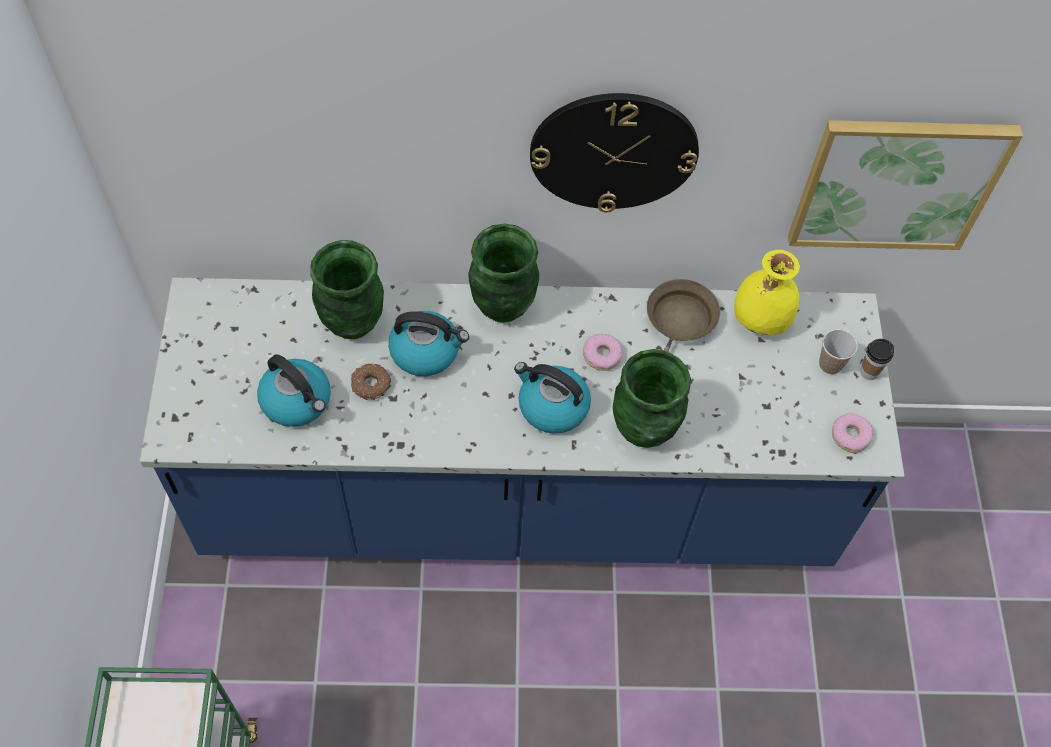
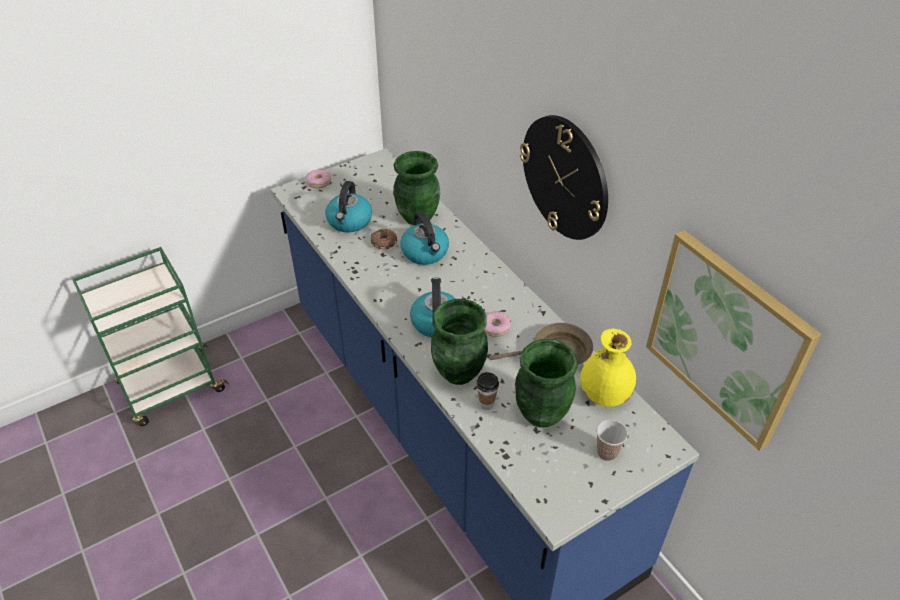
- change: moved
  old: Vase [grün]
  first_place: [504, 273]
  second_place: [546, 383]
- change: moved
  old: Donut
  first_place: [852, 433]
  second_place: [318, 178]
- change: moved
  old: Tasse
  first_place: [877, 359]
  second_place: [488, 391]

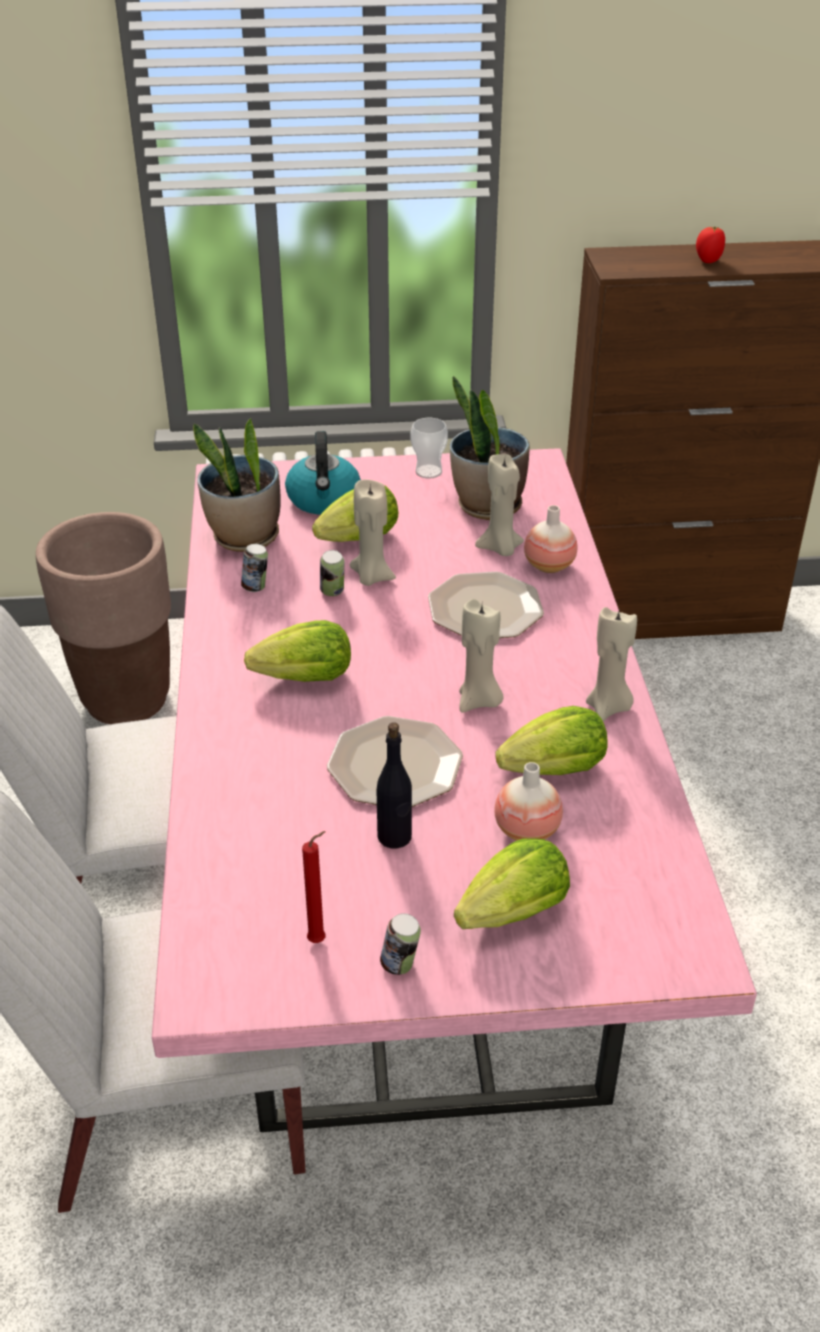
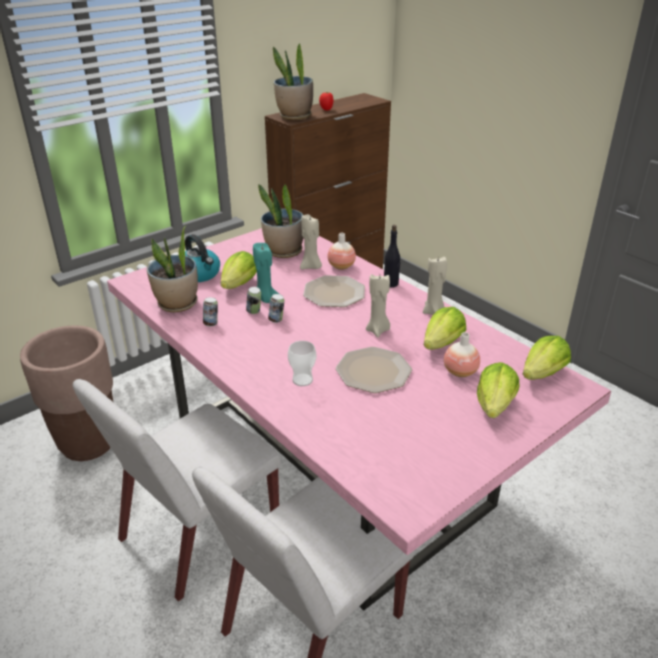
- change: moved
  old: Salatkopf
  first_place: [297, 651]
  second_place: [547, 358]
- change: removed
  old: Kerze [rot]
  first_place: [314, 887]
- change: recoloured
  old: Kerze [beige]
  new: Kerze [türkis]
  first_place: [373, 532]
  second_place: [266, 273]
- change: moved
  old: Flasche [schwarz]
  first_place: [394, 785]
  second_place: [392, 256]
- change: moved
  old: Dose
  first_place: [400, 944]
  second_place: [276, 308]
- change: moved
  old: Tasse
  first_place: [429, 448]
  second_place: [302, 363]
- change: added
  new: Topfpflanze
  second_place: [293, 81]

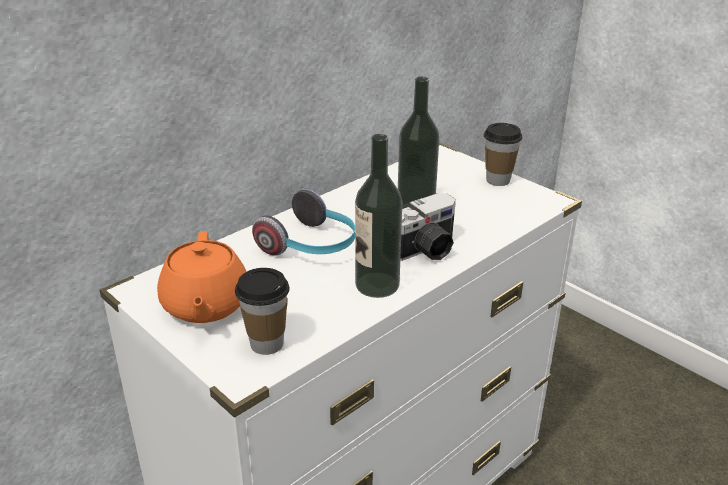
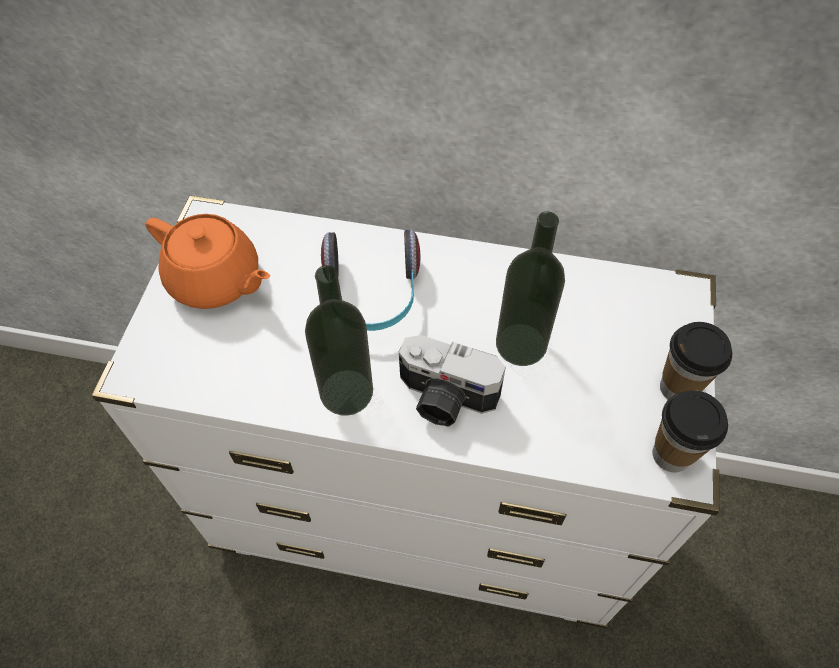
- change: turned
  old: Teekanne [orange]
  first_place: [202, 277]
  second_place: [208, 261]
  degrees: -105
- change: moved
  old: Tasse
  first_place: [262, 311]
  second_place: [690, 431]

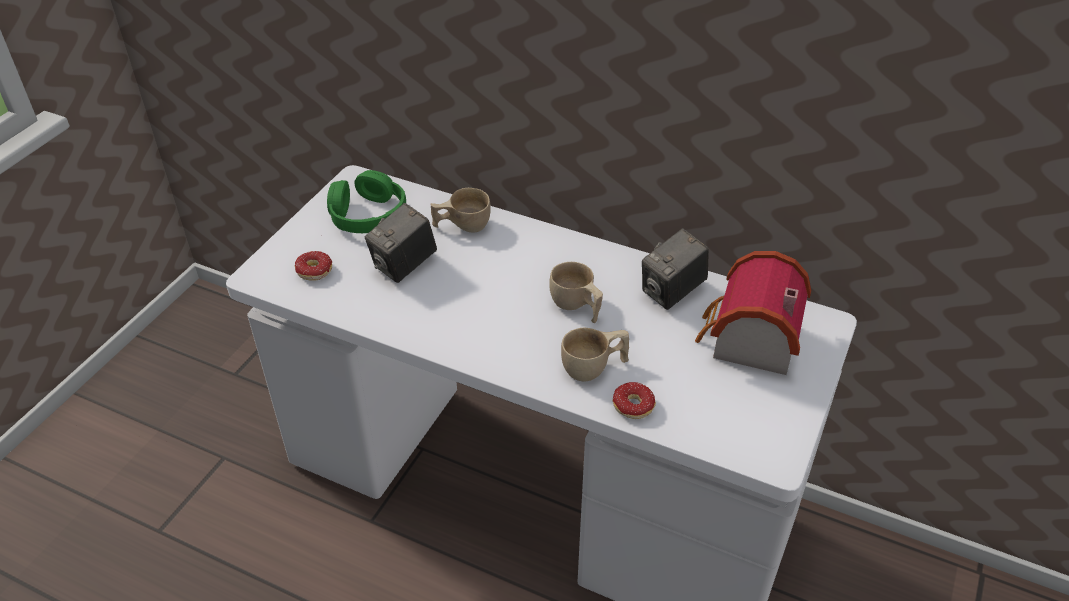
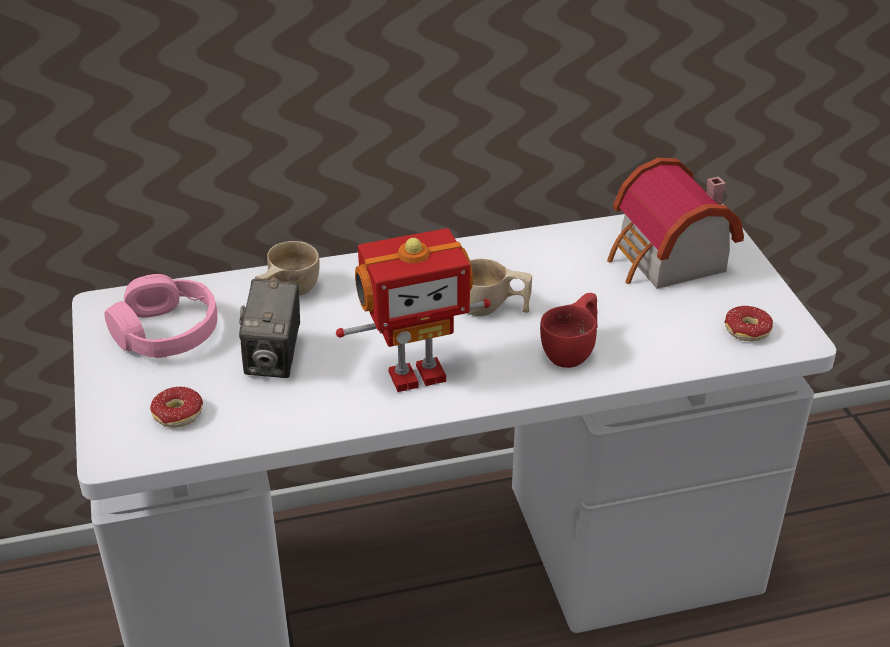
- change: recoloured
  old: Kopfhörer [grün]
  new: Kopfhörer [rosa]
  first_place: [366, 201]
  second_place: [160, 316]
- change: recoloured
  old: Tasse [beige]
  new: Tasse [rot]
  first_place: [595, 354]
  second_place: [569, 330]
- change: moved
  old: Donut
  first_place: [634, 400]
  second_place: [748, 323]
- change: removed
  old: Kamera
  first_place: [675, 269]
- change: added
  new: Spielzeugroboter
  second_place: [413, 310]

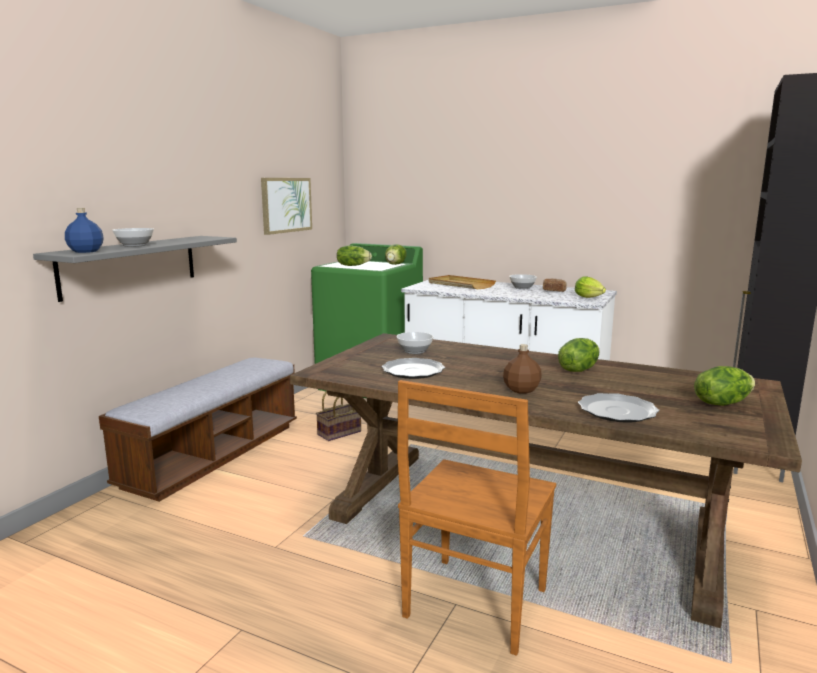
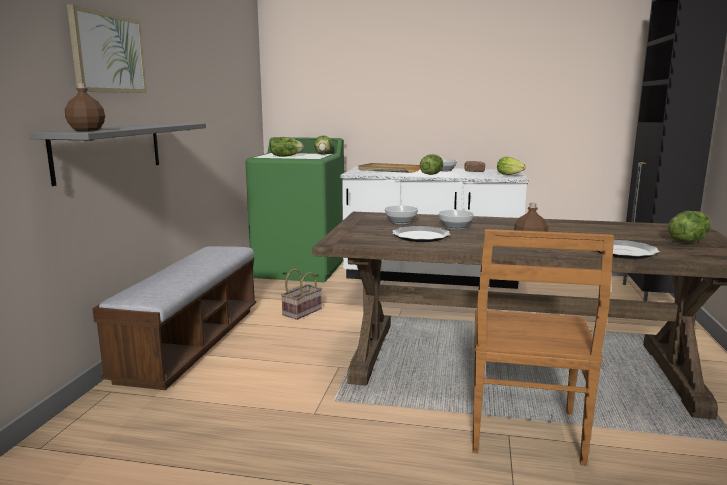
- change: recoloured
  old: Flasche [blau]
  new: Flasche [braun]
  first_place: [84, 230]
  second_place: [85, 107]
- change: moved
  old: Schüssel
  first_place: [133, 237]
  second_place: [456, 220]
- change: moved
  old: Bild
  first_place: [286, 206]
  second_place: [107, 48]
- change: moved
  old: Salatkopf
  first_place: [578, 355]
  second_place: [431, 164]

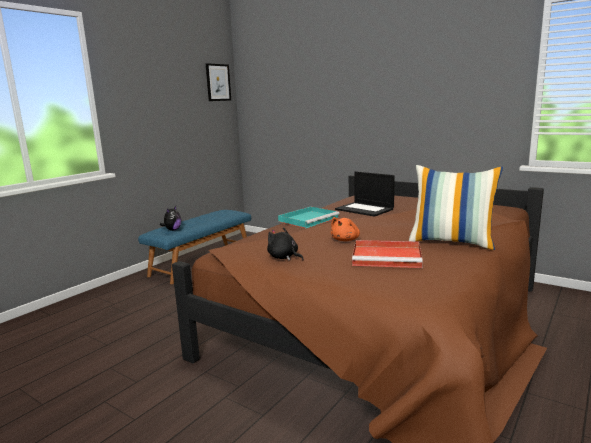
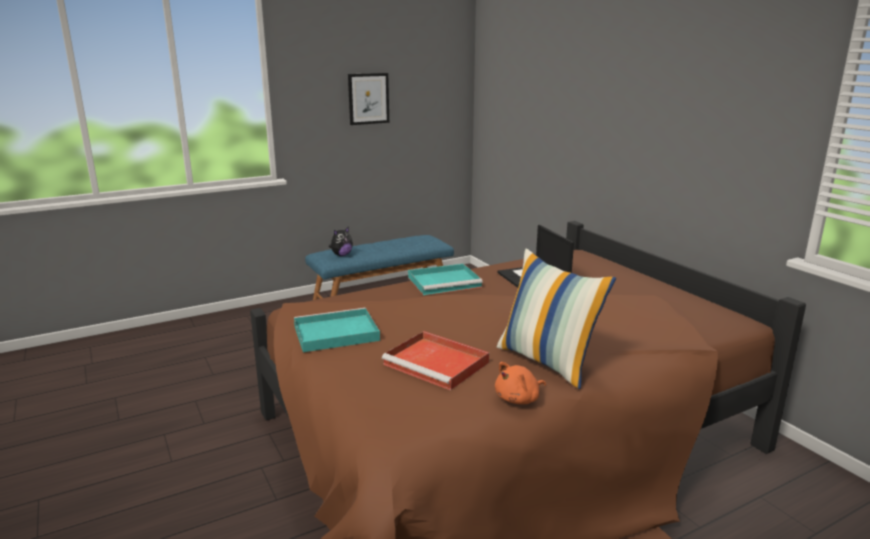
- change: moved
  old: Bild
  first_place: [218, 82]
  second_place: [368, 99]
- change: replaced
  old: Plüschtier [schwarz]
  new: Tablett [türkis]
  first_place: [285, 243]
  second_place: [337, 330]
- change: moved
  old: Plüschtier [orange]
  first_place: [345, 229]
  second_place: [520, 383]

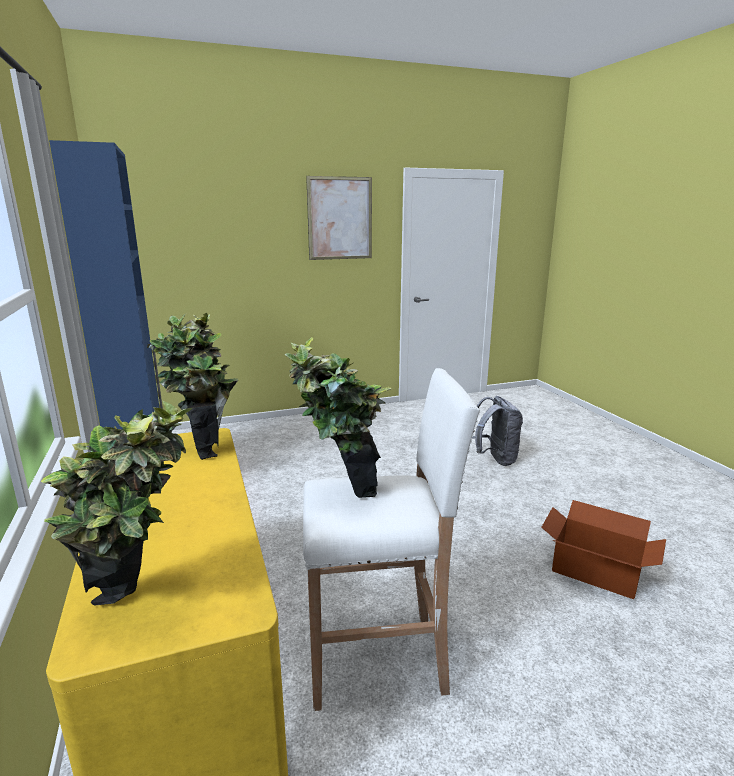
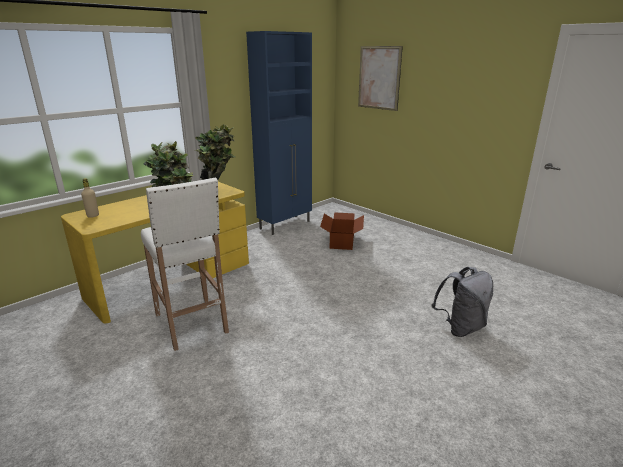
- change: replaced
  old: Topfpflanze
  new: Flasche [beige]
  first_place: [117, 503]
  second_place: [90, 198]
- change: moved
  old: Bild
  first_place: [339, 218]
  second_place: [380, 78]
- change: moved
  old: Karton
  first_place: [603, 549]
  second_place: [342, 231]

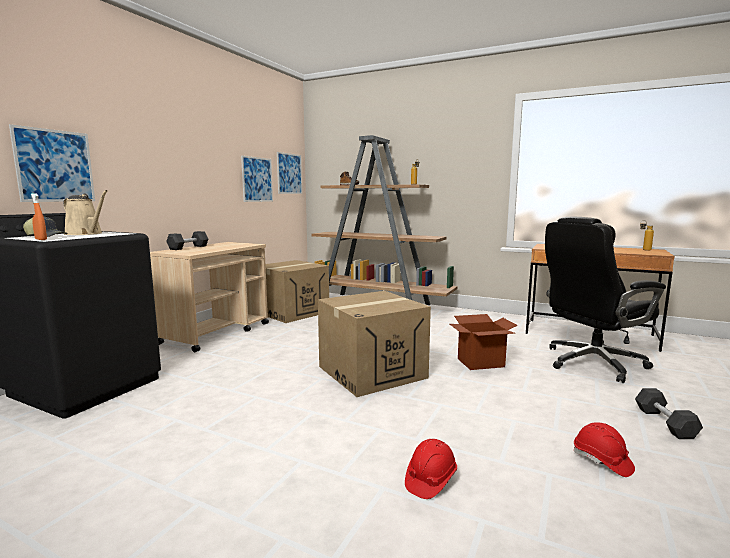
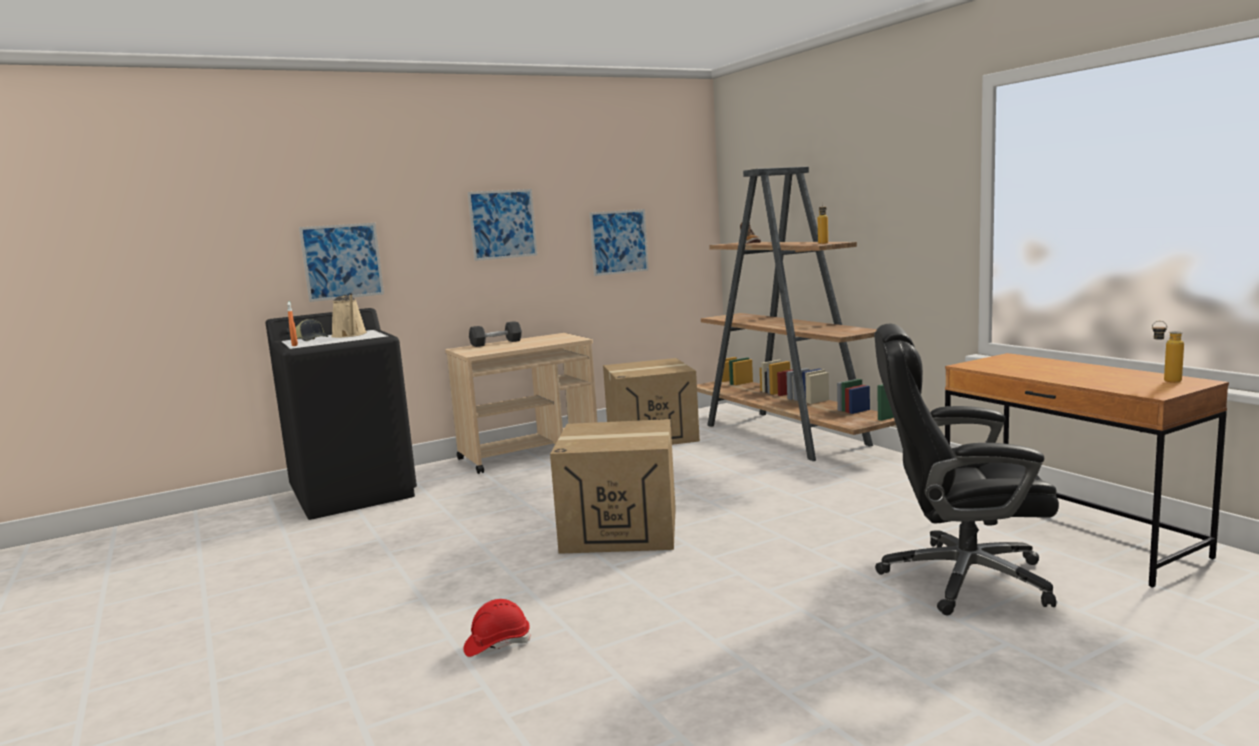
- change: moved
  old: Bild
  first_place: [289, 173]
  second_place: [502, 225]
- change: removed
  old: Karton
  first_place: [484, 342]
- change: removed
  old: Schutzhelm [rot]
  first_place: [604, 449]
- change: removed
  old: Hantel [grau]
  first_place: [669, 413]

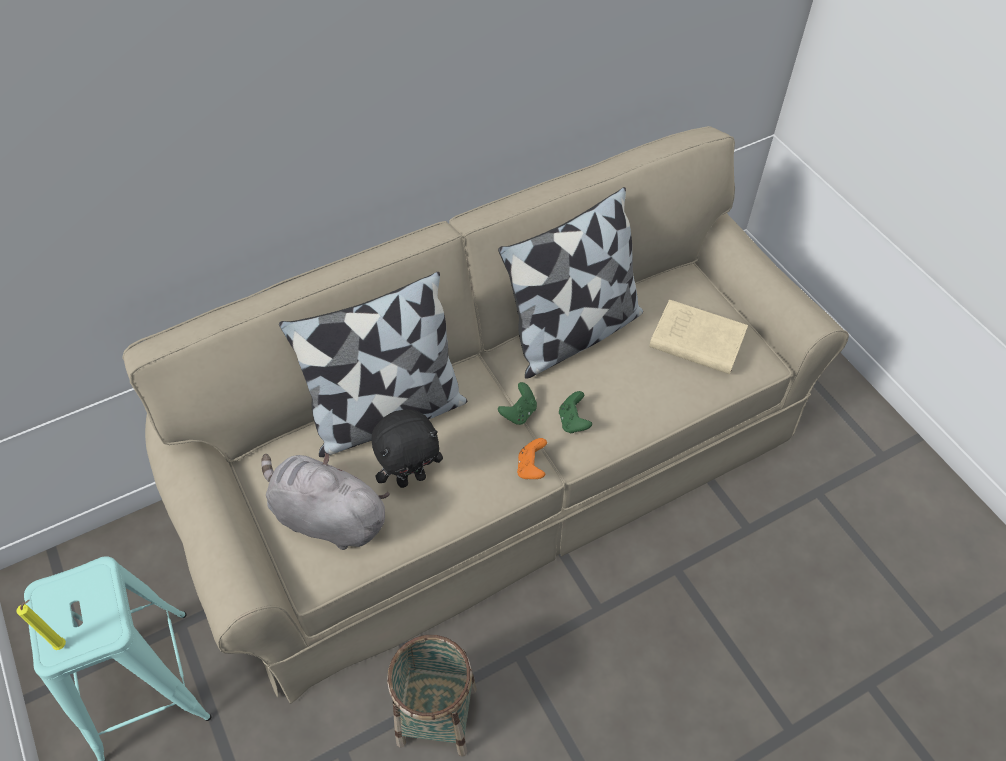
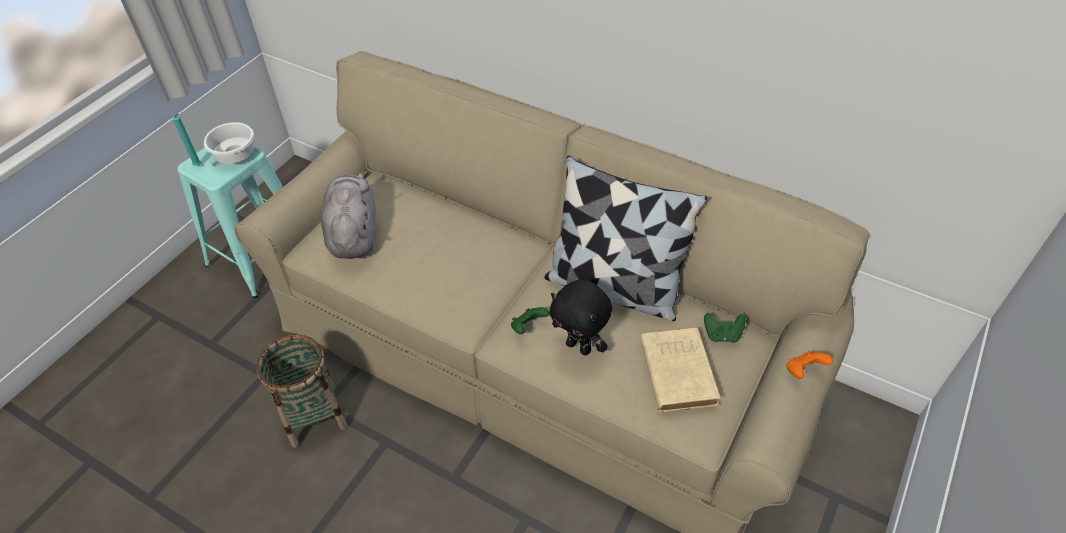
- change: recoloured
  old: Kerze [gelb]
  new: Kerze [türkis]
  first_place: [41, 625]
  second_place: [186, 140]
- change: removed
  old: Kissen
  first_place: [373, 364]
- change: moved
  old: Plüschtier [schwarz]
  first_place: [407, 448]
  second_place: [581, 317]
- change: moved
  old: Gamepad [grün]
  first_place: [517, 403]
  second_place: [725, 328]
- change: moved
  old: Gamepad [orange]
  first_place: [532, 458]
  second_place: [809, 365]
- change: added
  new: Schüssel [weiß]
  second_place: [229, 143]

